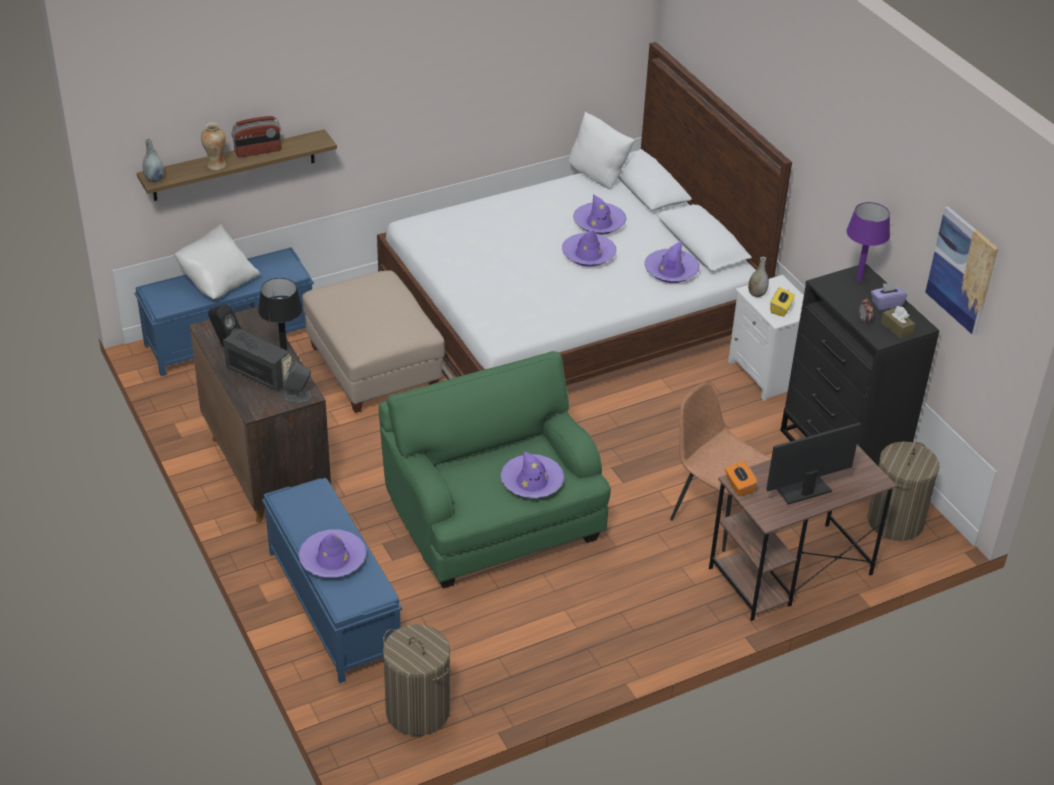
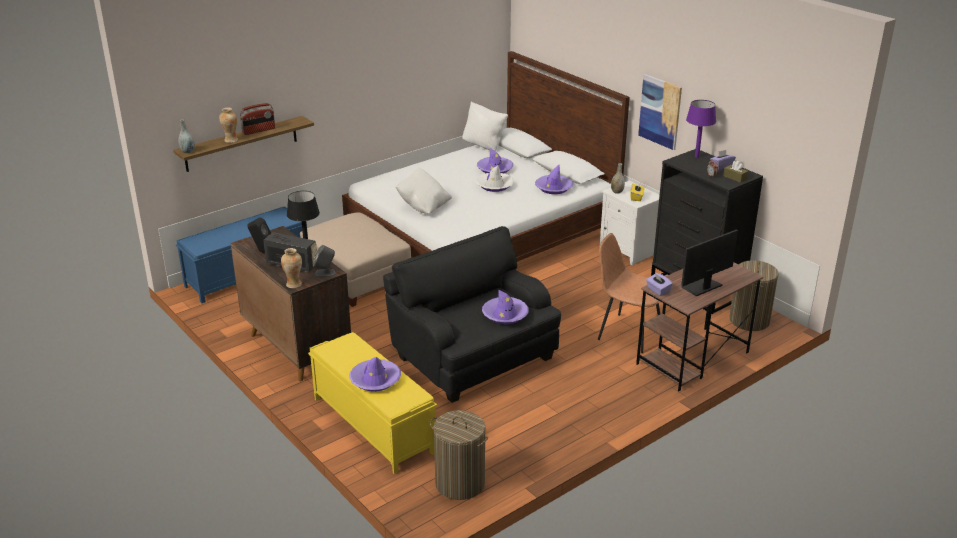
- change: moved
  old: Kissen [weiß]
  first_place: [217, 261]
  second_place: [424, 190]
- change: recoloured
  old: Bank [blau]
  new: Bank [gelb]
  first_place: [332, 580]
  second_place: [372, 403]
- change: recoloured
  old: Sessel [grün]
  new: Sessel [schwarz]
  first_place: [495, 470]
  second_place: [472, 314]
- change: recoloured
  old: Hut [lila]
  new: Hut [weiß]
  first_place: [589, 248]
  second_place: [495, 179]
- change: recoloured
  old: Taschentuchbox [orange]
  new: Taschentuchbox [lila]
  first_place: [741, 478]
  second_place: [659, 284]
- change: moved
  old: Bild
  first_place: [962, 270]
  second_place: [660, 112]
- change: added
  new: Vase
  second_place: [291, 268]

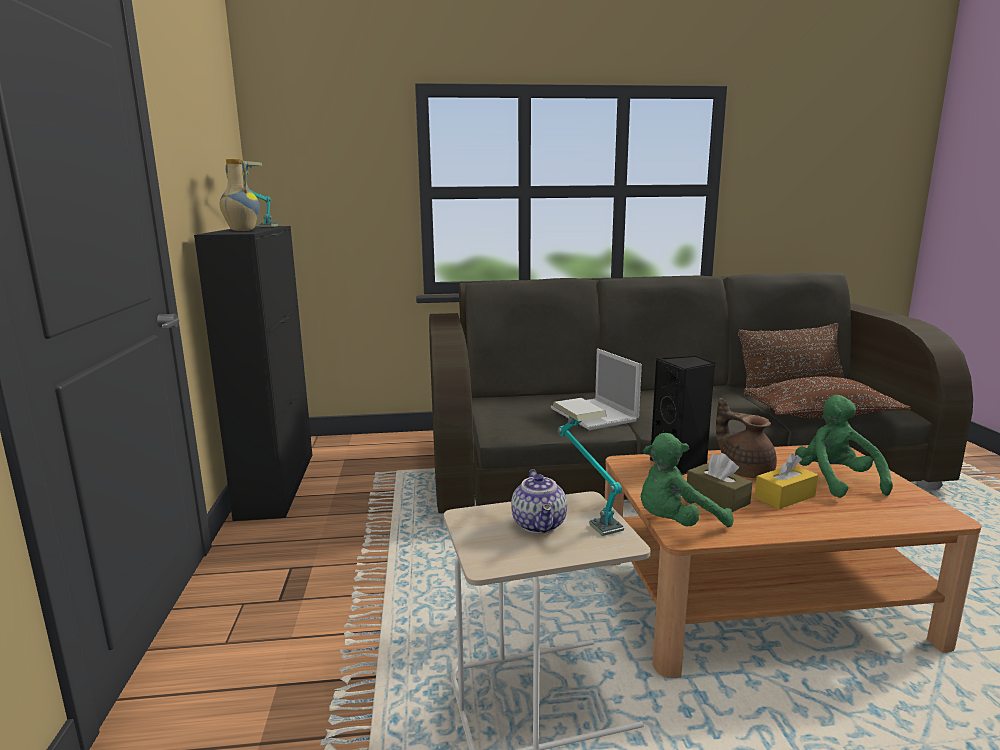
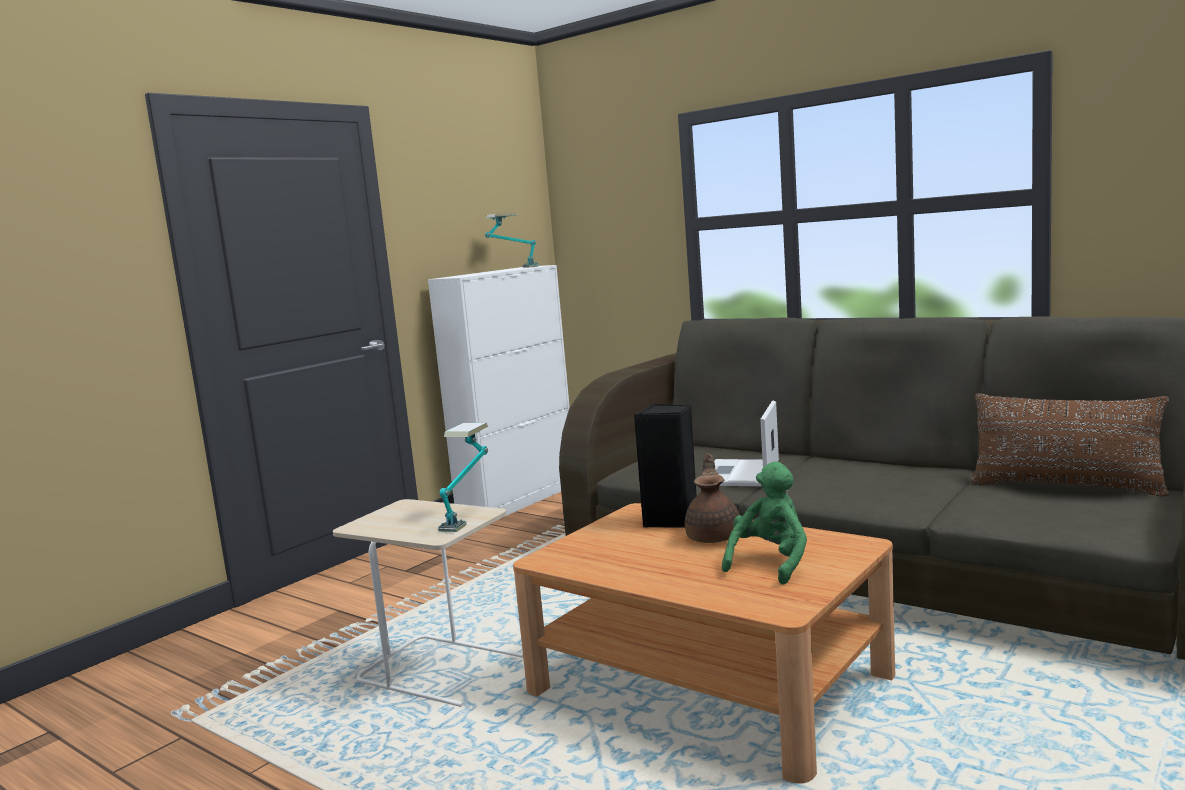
- change: recoloured
  old: Schrank [schwarz]
  new: Schrank [weiß]
  first_place: [253, 373]
  second_place: [499, 391]
- change: removed
  old: Vase
  first_place: [240, 195]
- change: removed
  old: Teekanne
  first_place: [539, 501]
- change: removed
  old: Plüschtier [grün]
  first_place: [687, 480]
- change: removed
  old: Taschentuchbox [braun]
  first_place: [720, 482]
- change: removed
  old: Kissen [braun]
  first_place: [827, 398]
- change: removed
  old: Taschentuchbox [gelb]
  first_place: [786, 481]

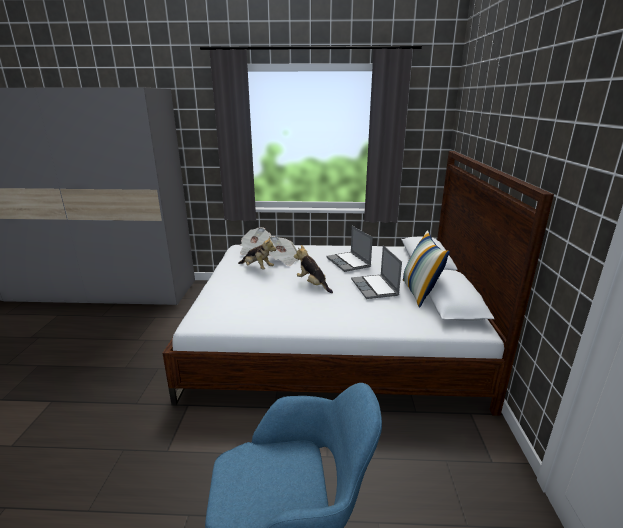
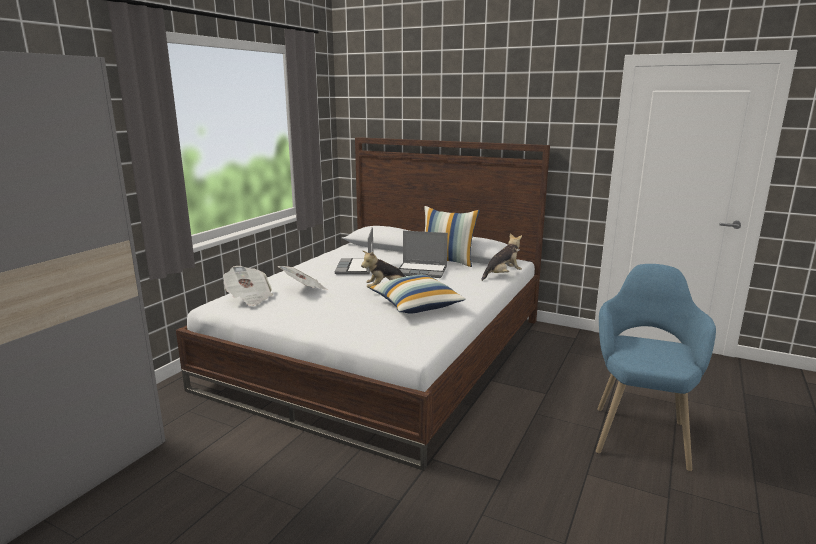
- change: moved
  old: Plüschtier
  first_place: [257, 253]
  second_place: [501, 257]
- change: turned
  old: Laptop
  first_place: [349, 249]
  second_place: [354, 251]
  degrees: 90
- change: added
  new: Kissen
  second_place: [417, 294]

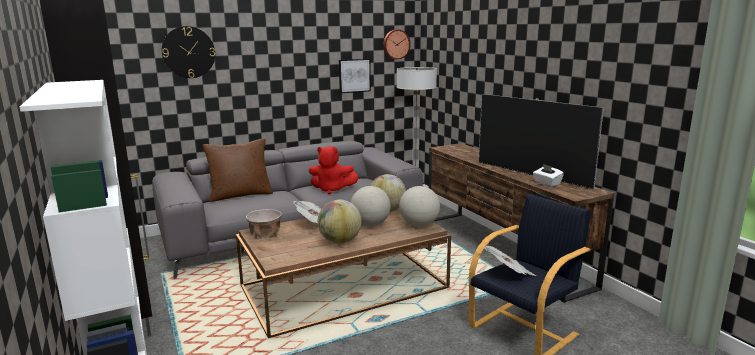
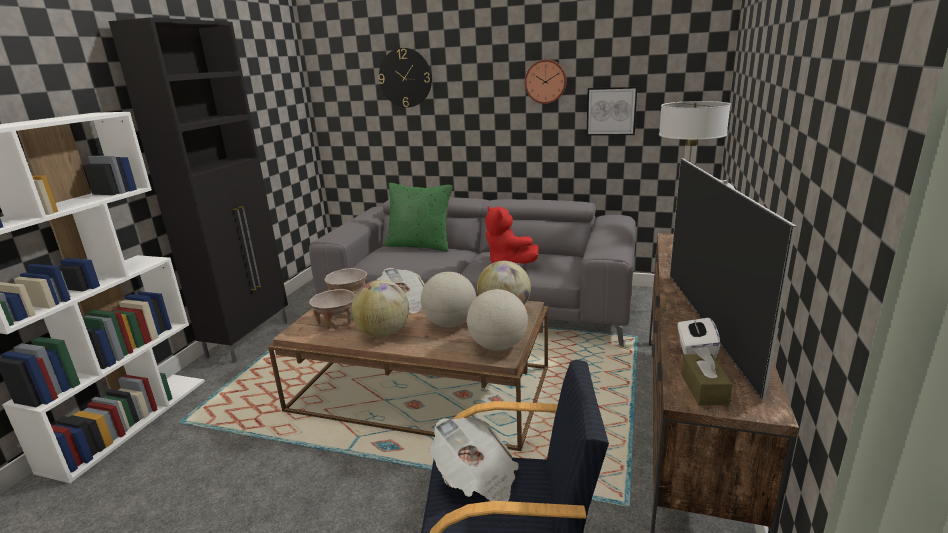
- change: recoloured
  old: Kissen [braun]
  new: Kissen [grün]
  first_place: [237, 170]
  second_place: [418, 217]
- change: moved
  old: Wanduhr
  first_place: [397, 44]
  second_place: [545, 81]
- change: added
  new: Schüssel [beige]
  second_place: [332, 309]
- change: added
  new: Taschentuchbox [braun]
  second_place: [707, 376]

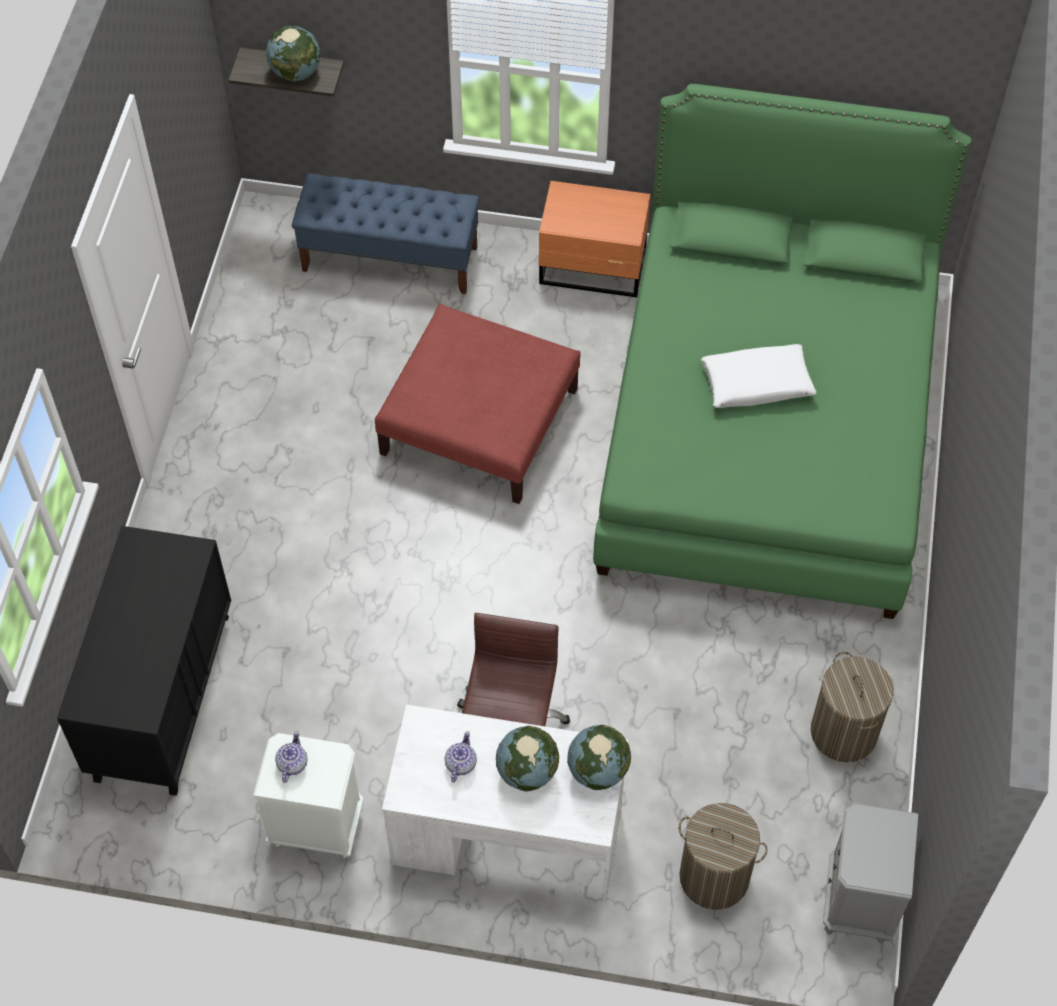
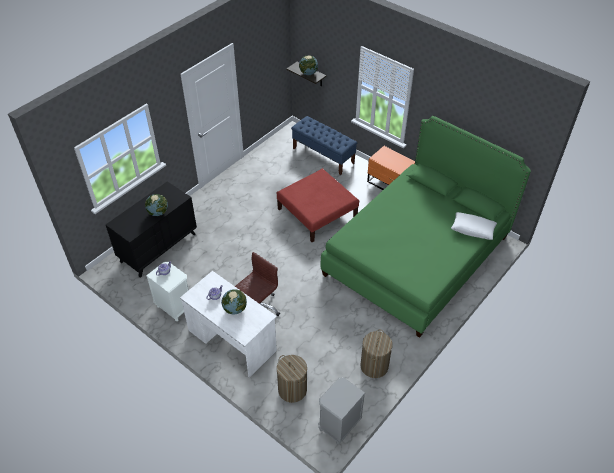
- change: moved
  old: Globus
  first_place: [599, 757]
  second_place: [156, 205]
- change: moved
  old: Kissen [weiß]
  first_place: [758, 376]
  second_place: [474, 226]

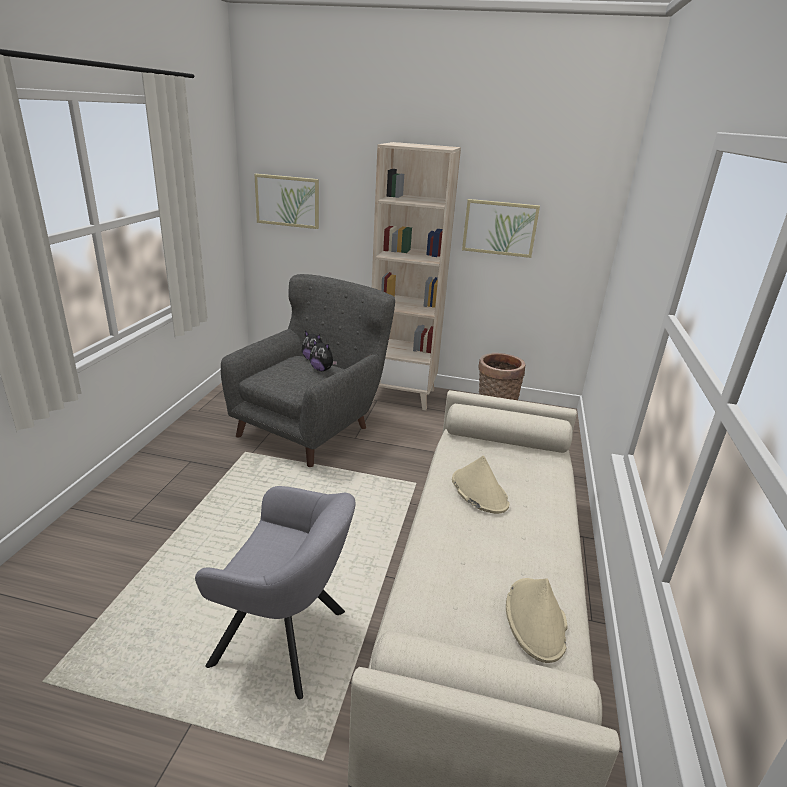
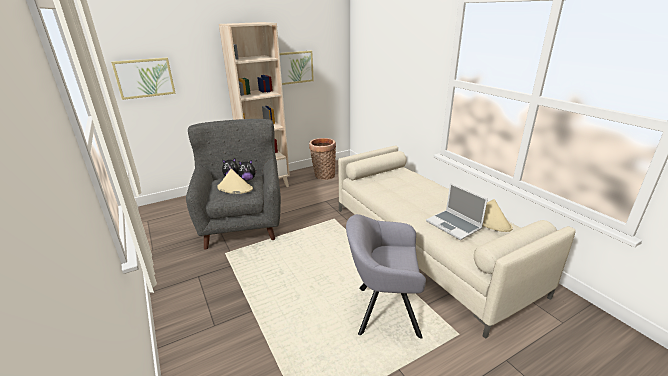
- change: turned
  old: Sessel [grau]
  first_place: [275, 592]
  second_place: [386, 276]
  degrees: -150
- change: moved
  old: Hut [beige]
  first_place: [480, 485]
  second_place: [235, 181]
- change: added
  new: Laptop
  second_place: [457, 211]

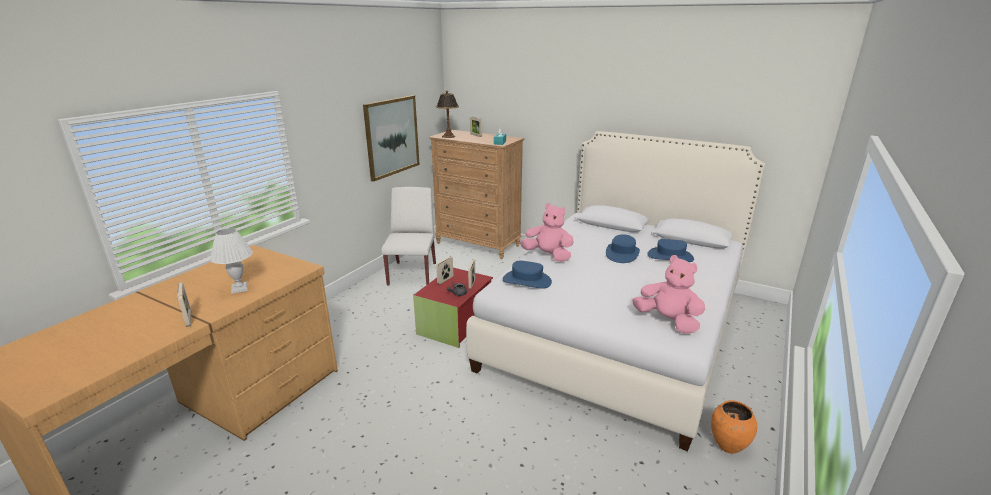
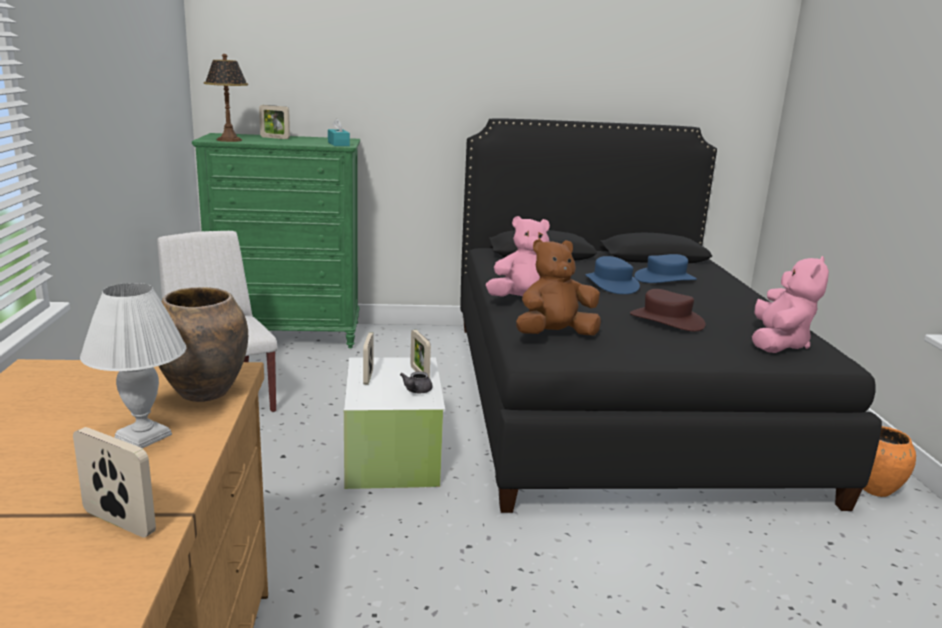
- change: removed
  old: Bild
  first_place: [391, 138]
- change: recoloured
  old: Aufbewahrungsbox [rot]
  new: Aufbewahrungsbox [weiß]
  first_place: [453, 308]
  second_place: [394, 423]
- change: recoloured
  old: Kommode [braun]
  new: Kommode [grün]
  first_place: [476, 194]
  second_place: [276, 240]
- change: recoloured
  old: Bett [weiß]
  new: Bett [schwarz]
  first_place: [615, 291]
  second_place: [671, 315]
- change: replaced
  old: Hut [blau]
  new: Plüschtier [braun]
  first_place: [527, 275]
  second_place: [558, 287]
- change: turned
  old: Plüschtier [rosa]
  first_place: [668, 294]
  second_place: [790, 304]
  degrees: 105
- change: added
  new: Vase [braun]
  second_place: [203, 344]
- change: added
  new: Hut [braun]
  second_place: [668, 310]

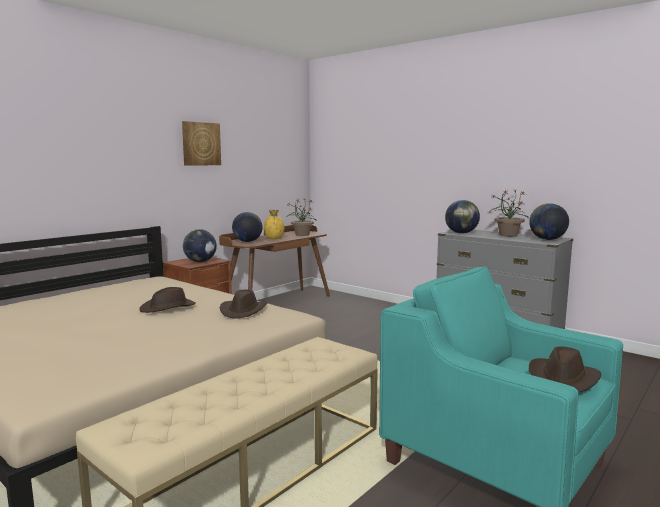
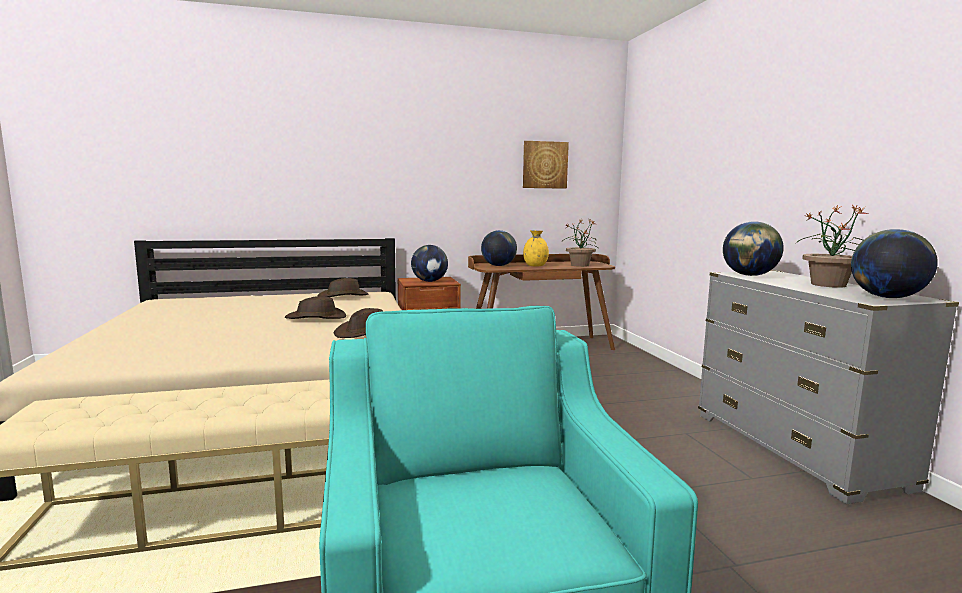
- change: moved
  old: Bild
  first_place: [201, 143]
  second_place: [546, 165]
- change: moved
  old: Hut [braun]
  first_place: [565, 369]
  second_place: [343, 287]

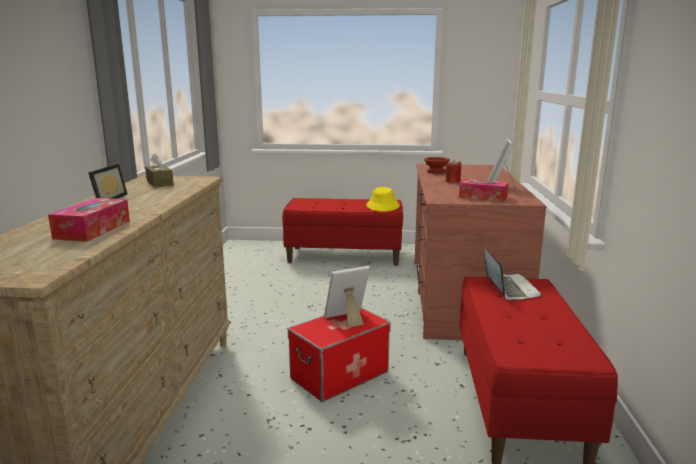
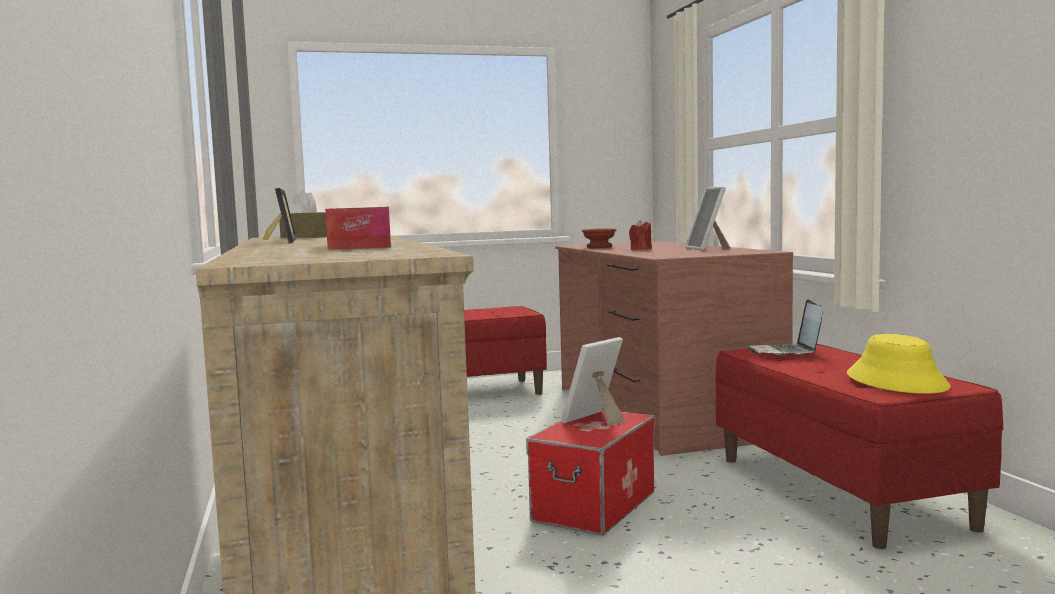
- change: moved
  old: Hut [gelb]
  first_place: [383, 199]
  second_place: [899, 364]
- change: removed
  old: Taschentuchbox
  first_place: [483, 190]
- change: turned
  old: Laptop
  first_place: [513, 274]
  second_place: [785, 327]
  degrees: -150

